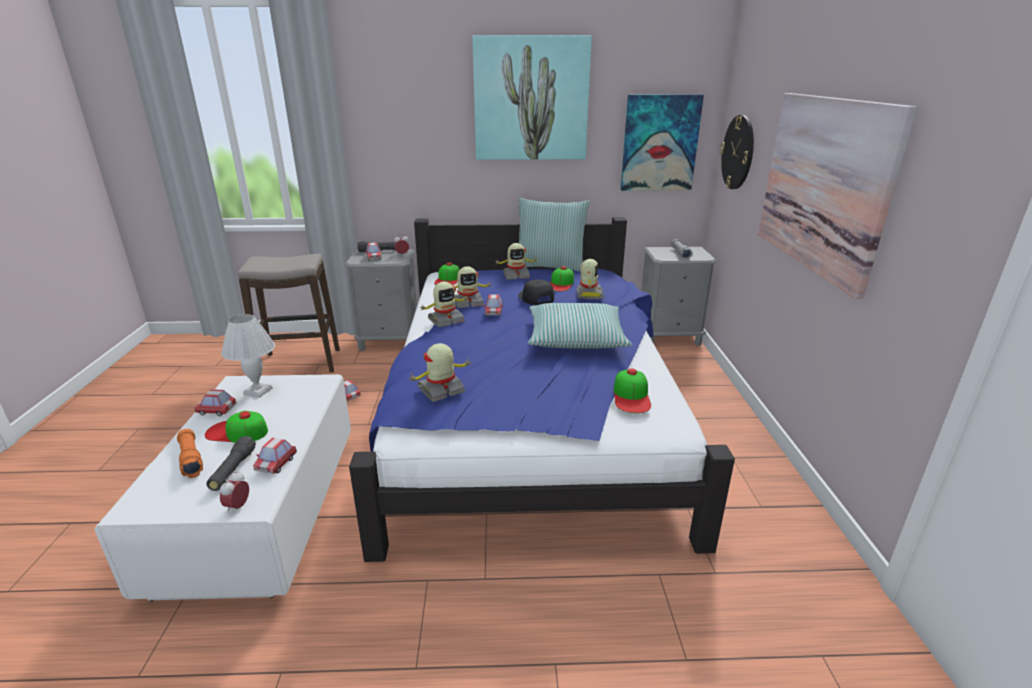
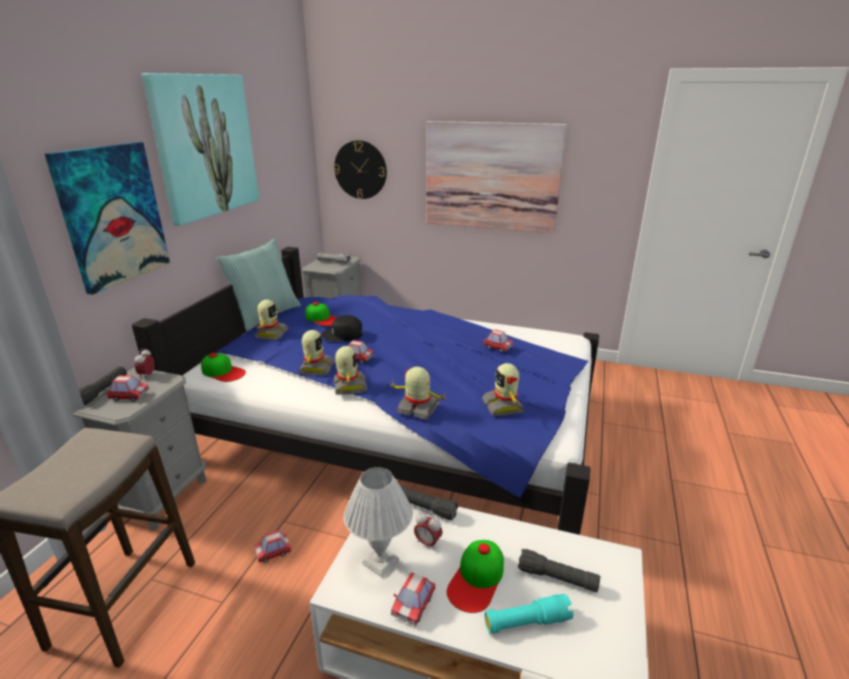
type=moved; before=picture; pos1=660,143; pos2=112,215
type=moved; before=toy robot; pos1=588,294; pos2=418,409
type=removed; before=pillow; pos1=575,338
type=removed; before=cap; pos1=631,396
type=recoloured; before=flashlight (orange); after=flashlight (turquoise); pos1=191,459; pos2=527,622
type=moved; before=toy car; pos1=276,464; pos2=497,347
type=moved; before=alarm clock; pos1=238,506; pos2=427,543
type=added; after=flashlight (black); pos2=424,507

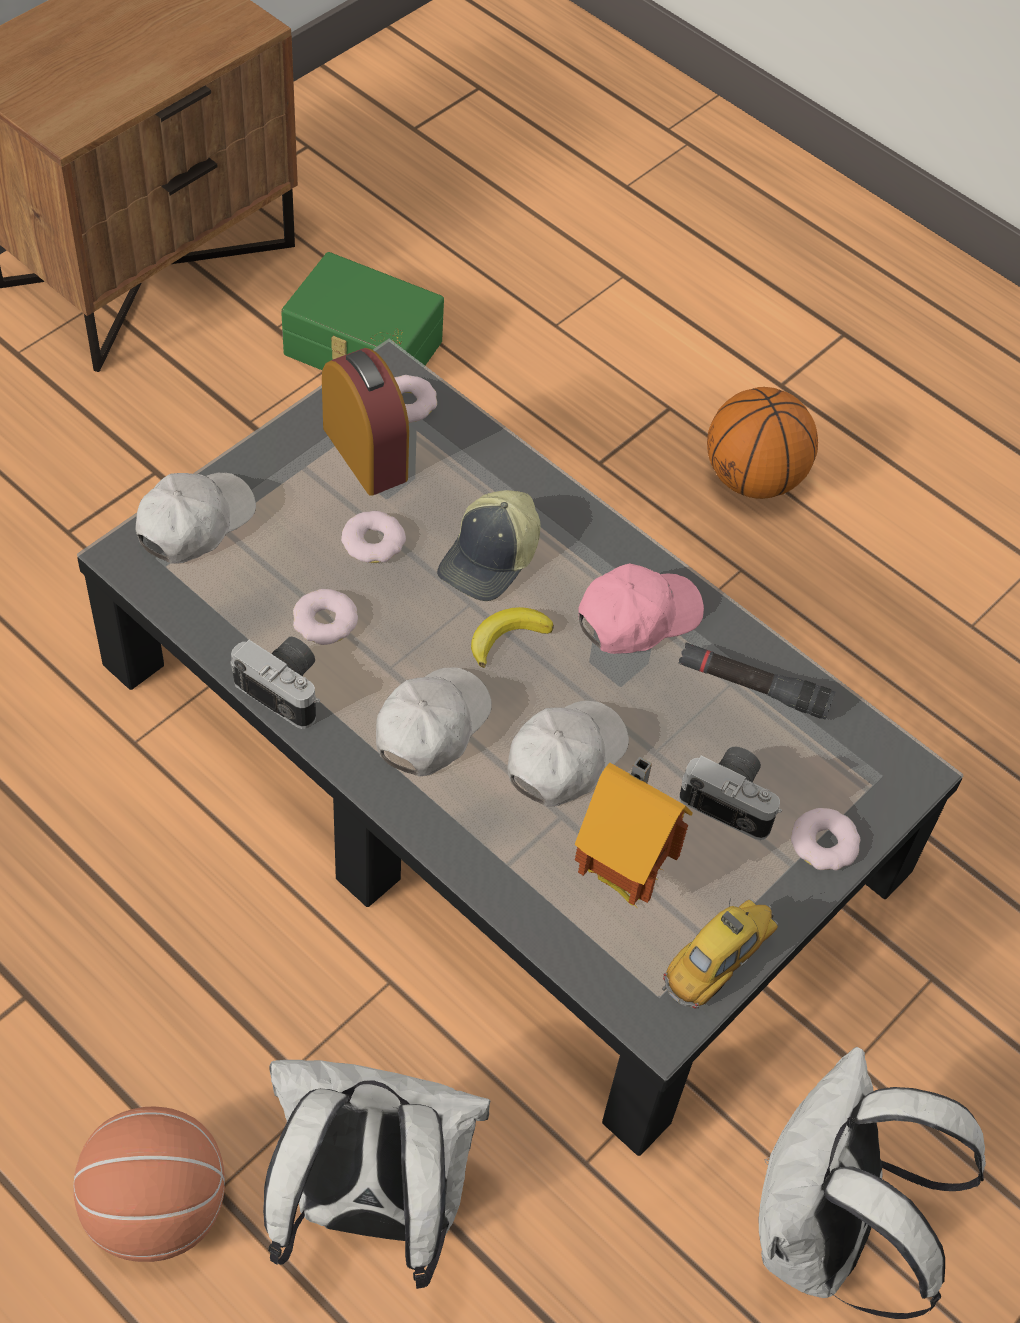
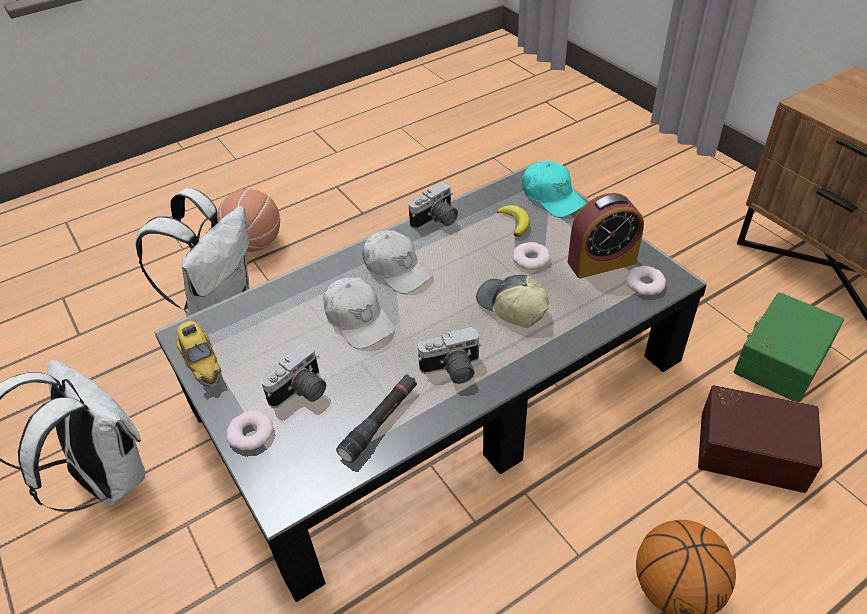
type=recoloured; before=cap (white); after=cap (turquoise); pos1=194,523; pos2=552,197
type=replaced; before=cap (pink); after=photo camera; pos1=637,617; pos2=452,370
type=removed; before=donut; pos1=325,622
type=moved; before=banana; pos1=507,637; pos2=515,222
type=removed; before=toy house; pos1=624,873
type=added; after=storage box (brown); pos2=751,448

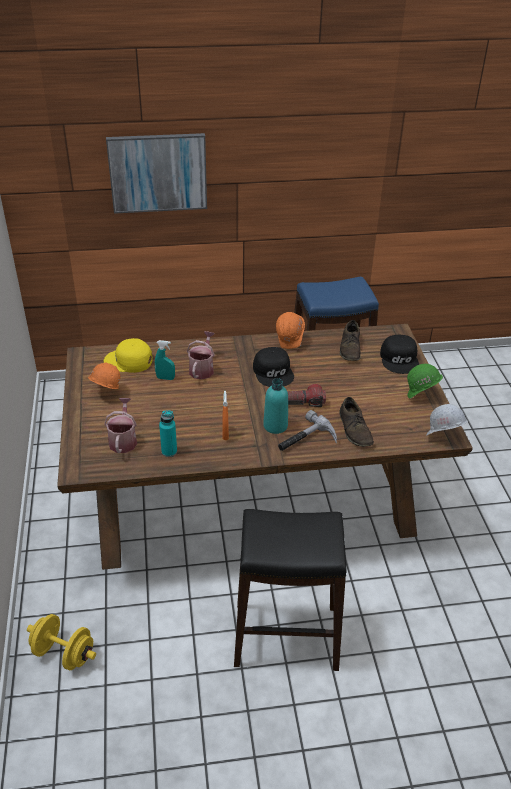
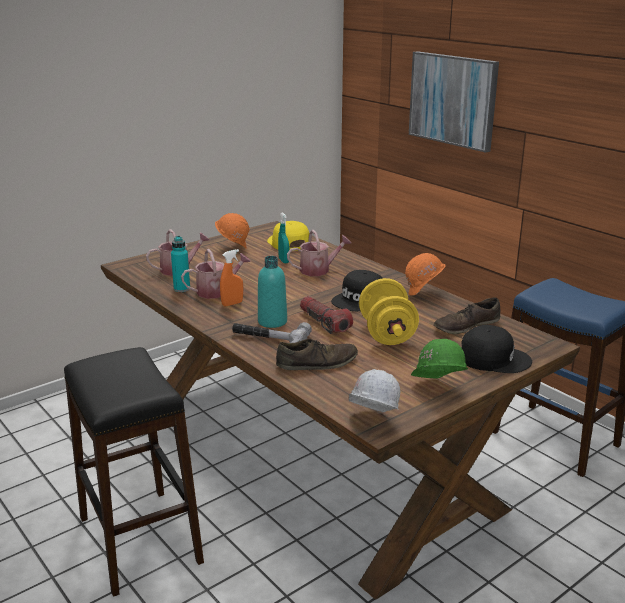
type=turned; before=cap (black); pos1=400,359; pos2=493,358; turn=-135
type=turned; before=shoe (brown); pos1=355,429; pos2=317,363; turn=-150
type=moved; before=dumbbell (yellow); pos1=64,653; pos2=387,333
type=added; after=watering can; pos2=217,291

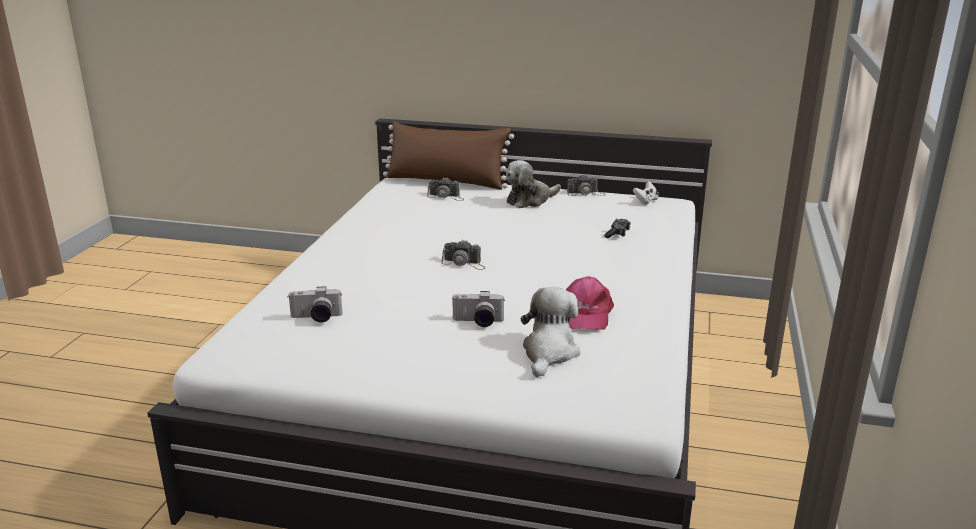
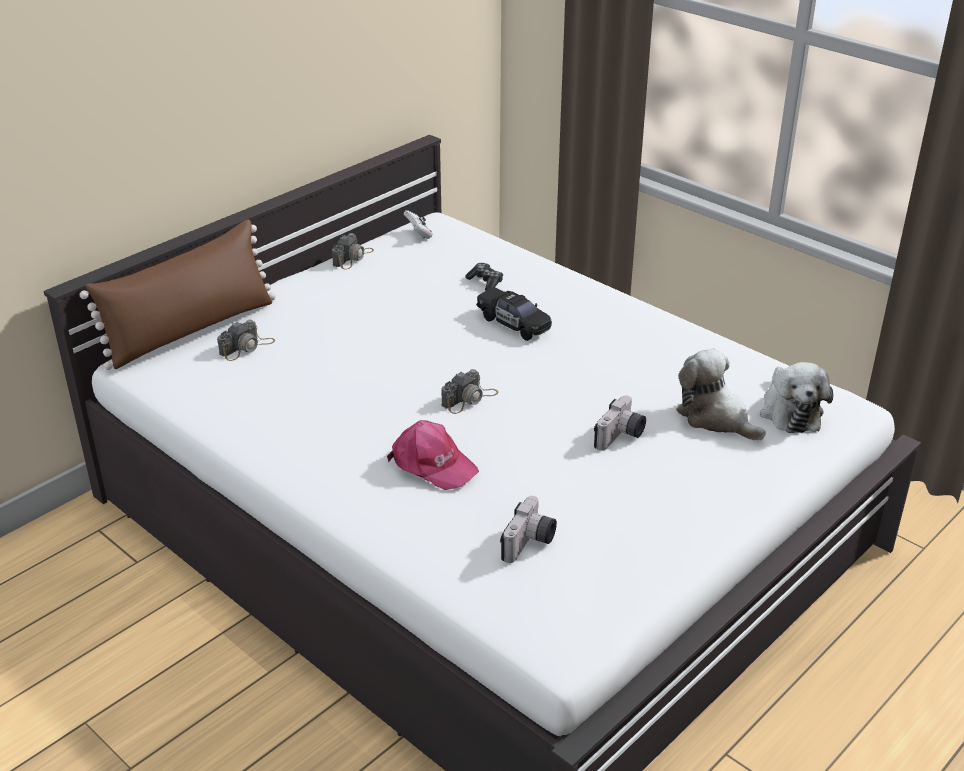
type=moved; before=plush toy; pos1=530,200; pos2=790,411
type=moved; before=cap (pink); pos1=585,313; pos2=432,464
type=added; after=toy car (black); pos2=514,323

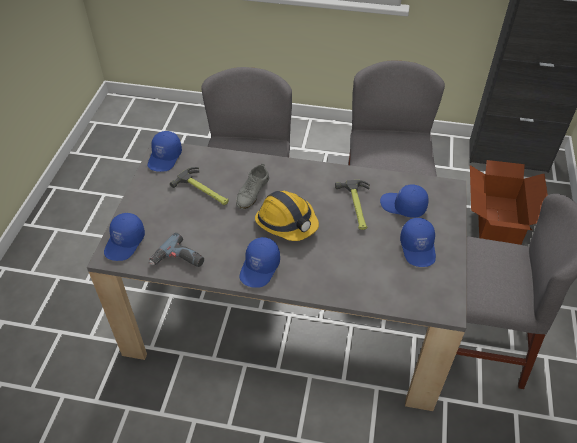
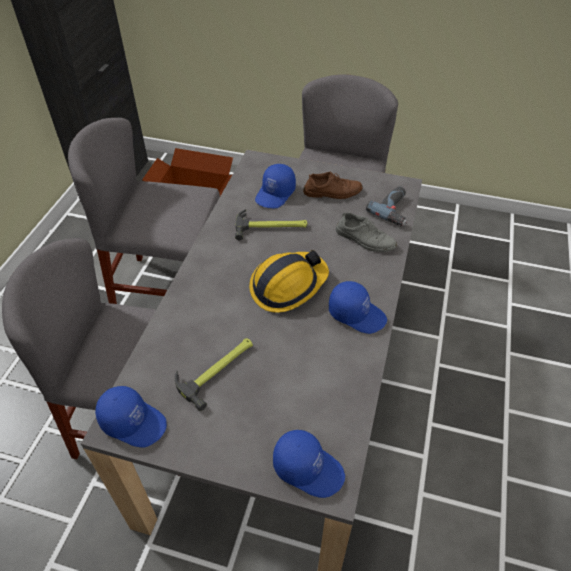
type=moved; before=shoe (grey); pos1=252,192; pos2=365,239
type=replaced; before=cap (blue); after=shoe (brown); pos1=418,248; pos2=332,192
type=moved; before=power drill; pos1=178,261; pos2=395,210

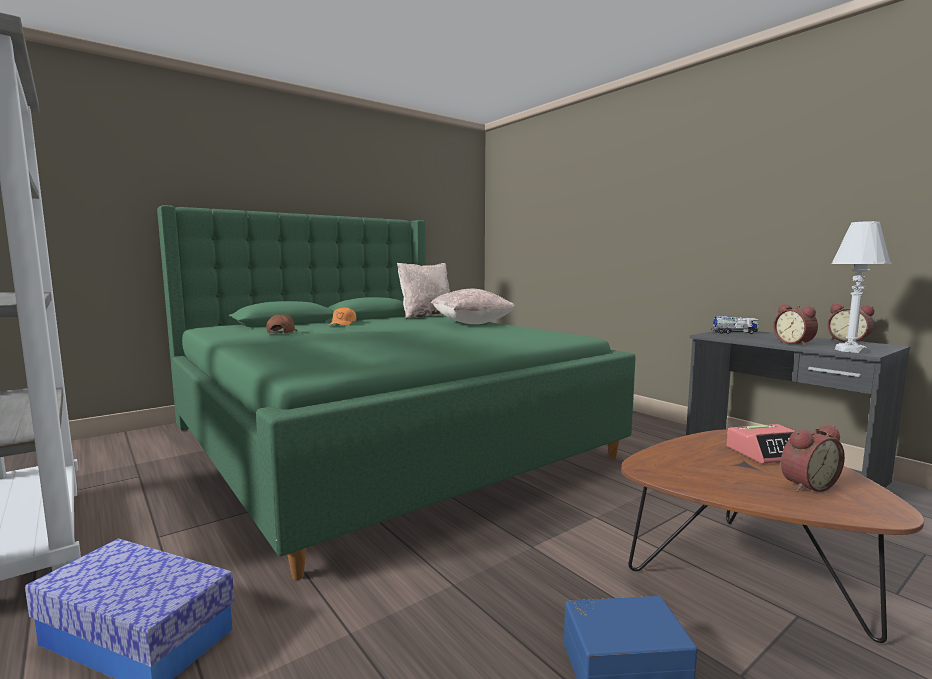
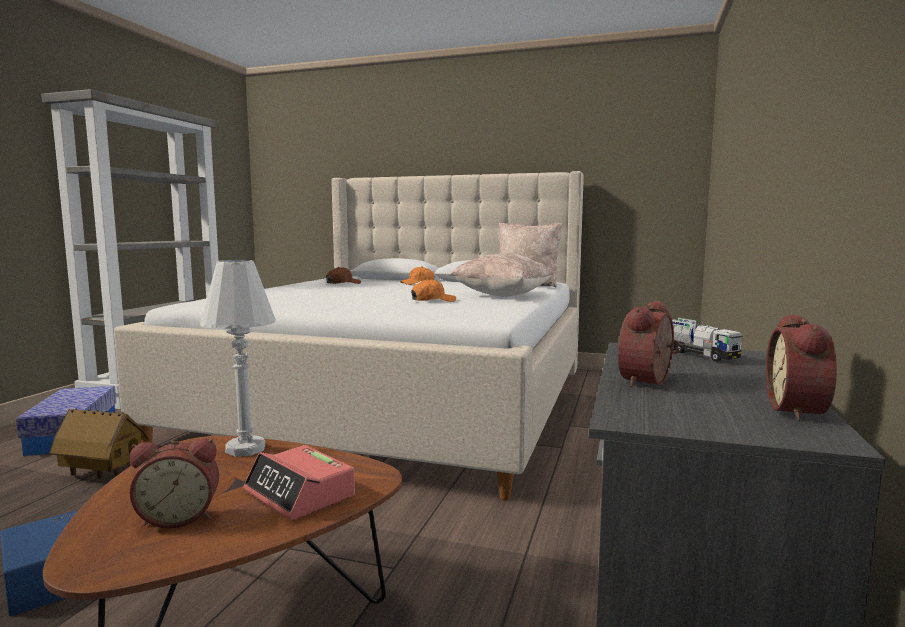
type=recoloured; before=bed (green); after=bed (beige); pos1=381,439; pos2=401,400
type=moved; before=table lamp (white); pos1=850,350; pos2=245,449
type=turned; before=alarm clock; pos1=806,485; pos2=180,517; turn=-45
type=added; after=cap (orange); pos2=433,300
type=added; after=toy house; pos2=104,474

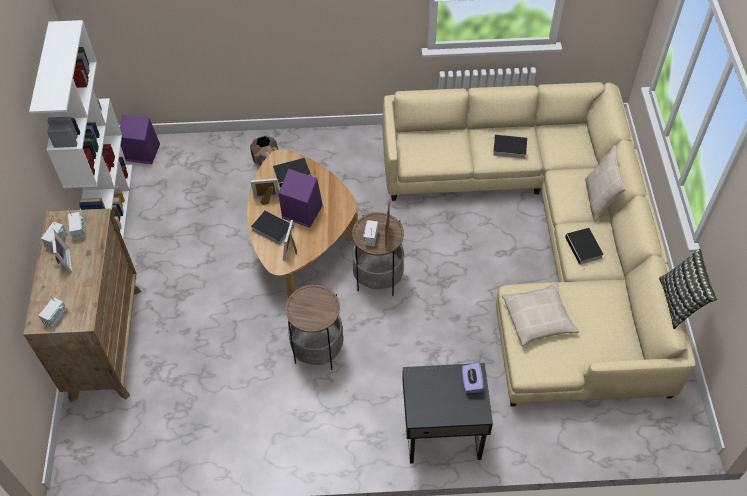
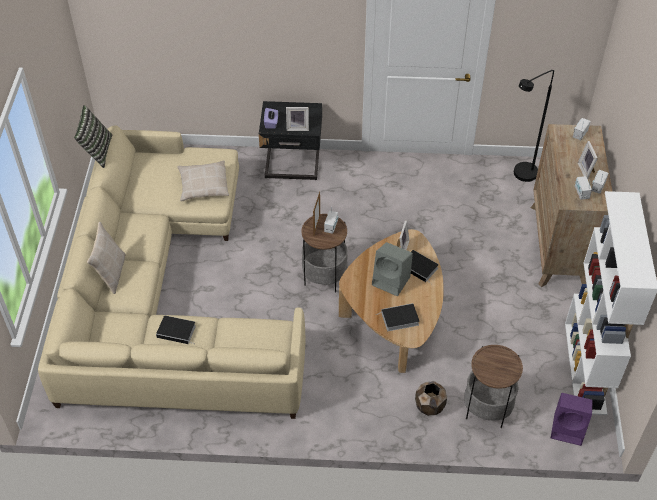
type=recoloured; before=speaker (purple); after=speaker (grey); pos1=301,211; pos2=392,281
type=moved; before=picture frame; pos1=267,200; pos2=297,127
type=removed; before=book; pos1=584,248
type=moved; before=side table; pos1=317,350; pos2=487,408
type=added; after=floor lamp (black); pos2=520,176

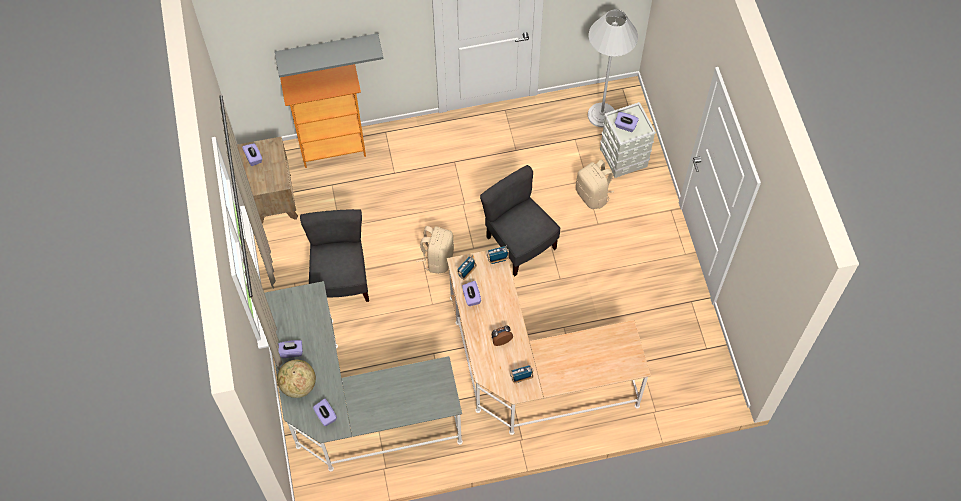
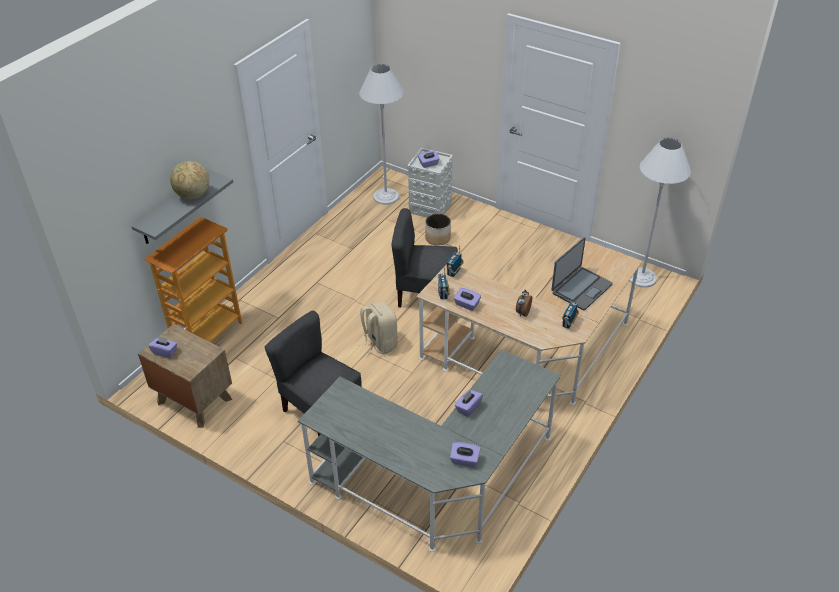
type=replaced; before=backpack (beige); after=planter; pos1=593,195; pos2=438,238
type=moved; before=tissue box (purple); pos1=291,351; pos2=468,407
type=moved; before=globe; pos1=298,385; pos2=193,195
type=added; after=floor lamp (white); pos2=642,278
type=added; after=laptop; pos2=581,288

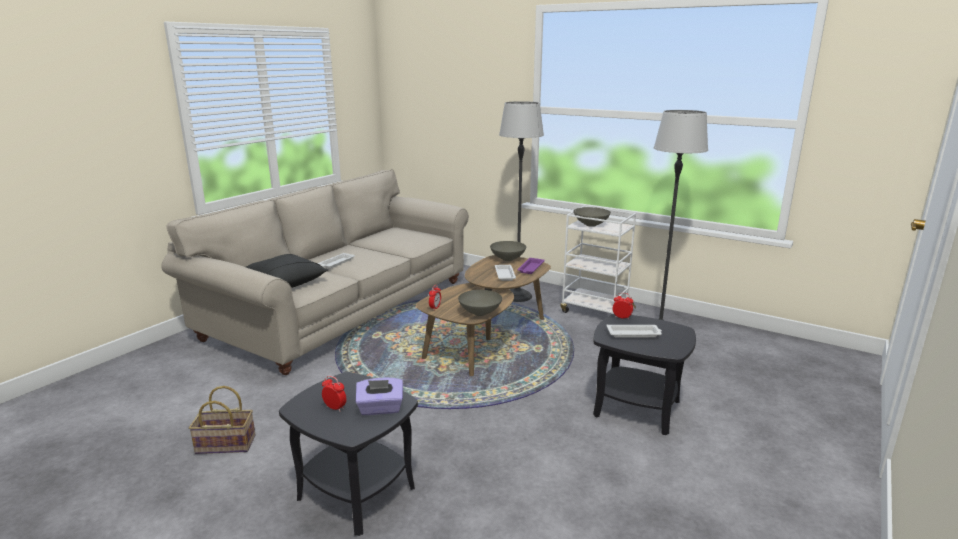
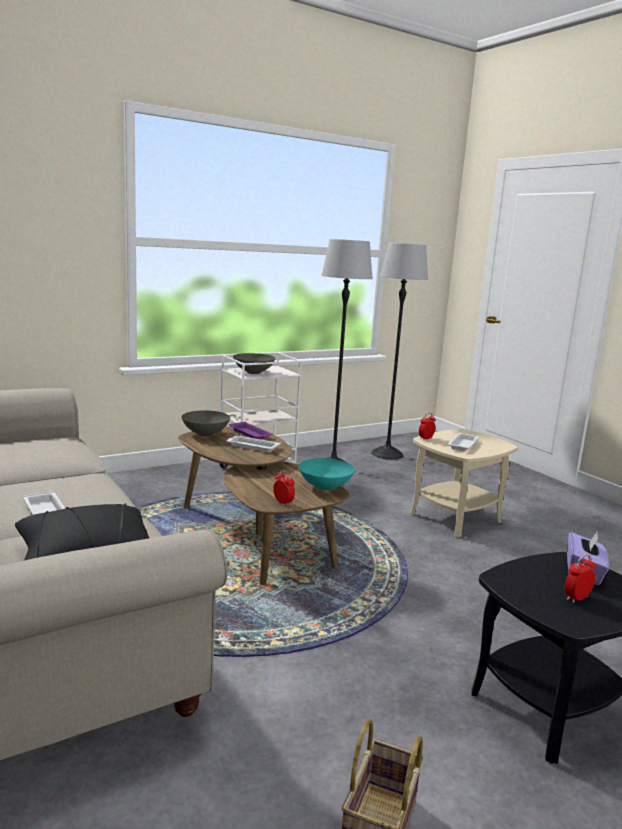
type=moved; before=floor lamp; pos1=517,296; pos2=387,454
type=recoloured; before=bowl (grey); after=bowl (turquoise); pos1=480,313; pos2=326,487
type=recoloured; before=side table (black); after=side table (beige); pos1=636,409; pos2=455,518

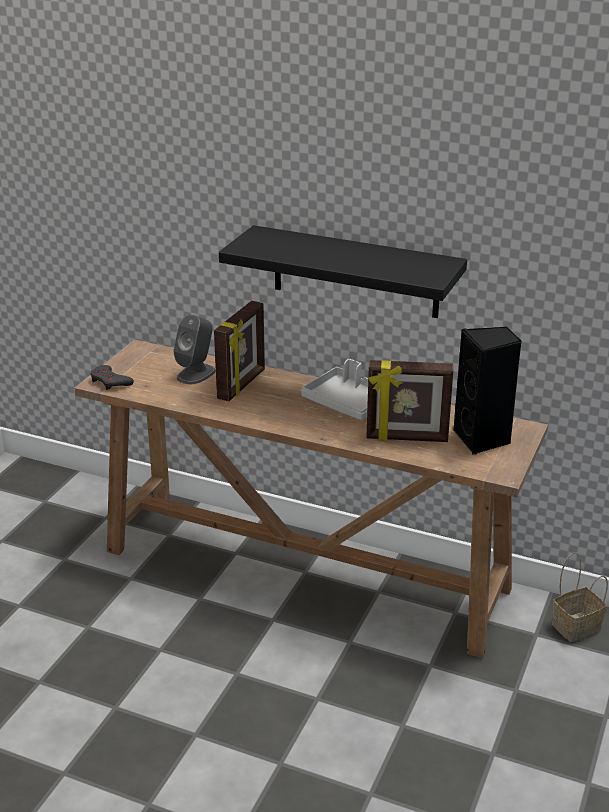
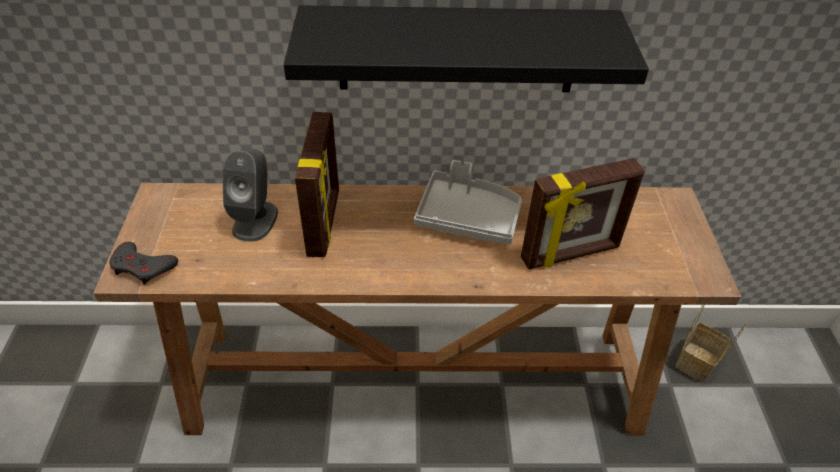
type=removed; before=speaker (black); pos1=483,439

